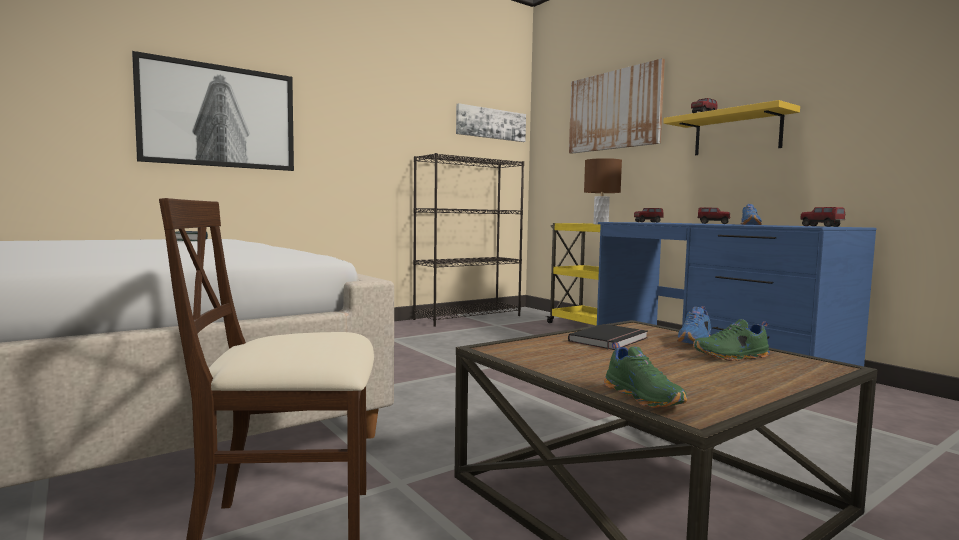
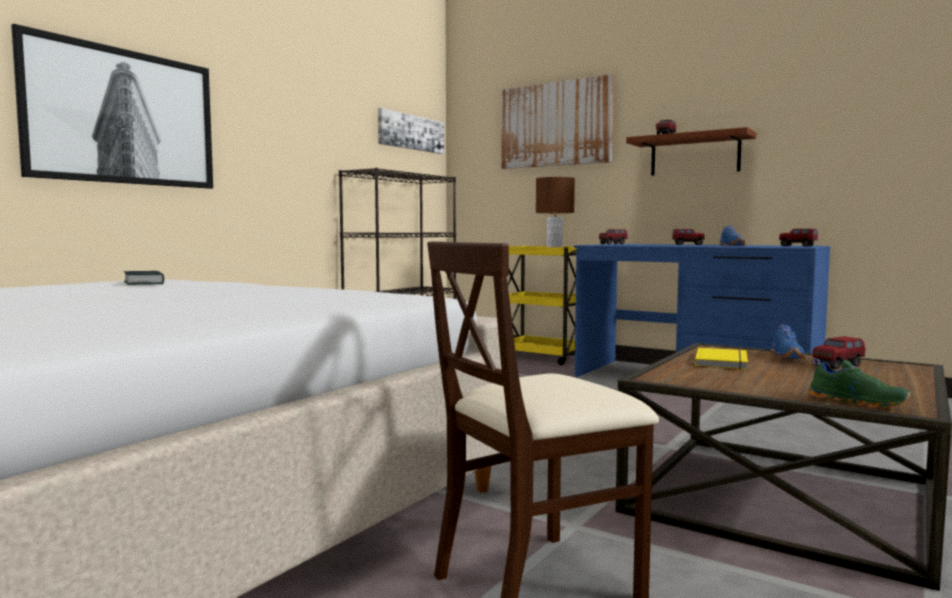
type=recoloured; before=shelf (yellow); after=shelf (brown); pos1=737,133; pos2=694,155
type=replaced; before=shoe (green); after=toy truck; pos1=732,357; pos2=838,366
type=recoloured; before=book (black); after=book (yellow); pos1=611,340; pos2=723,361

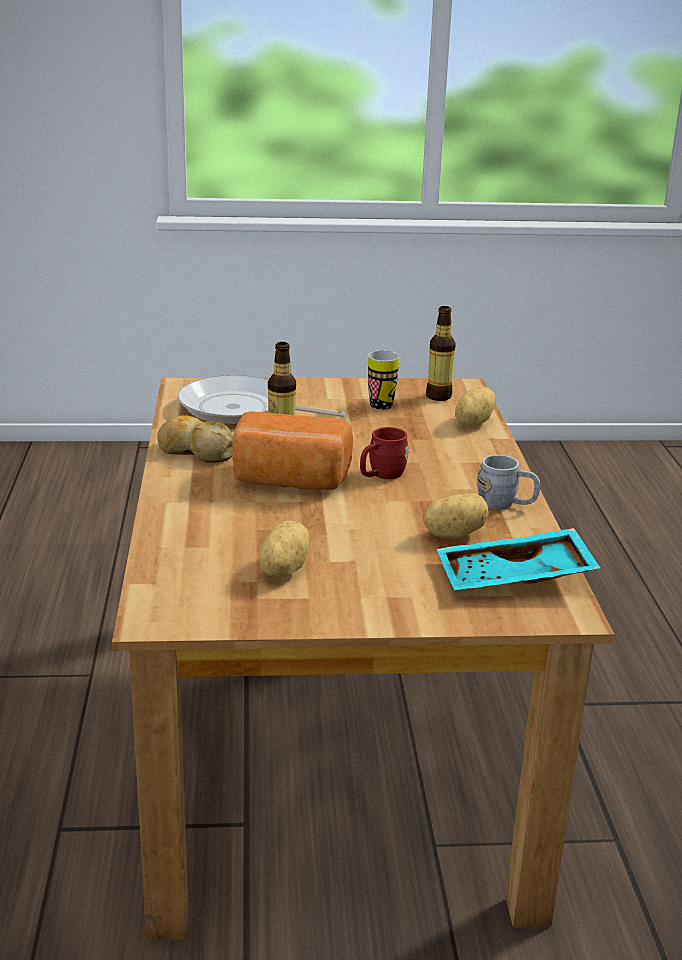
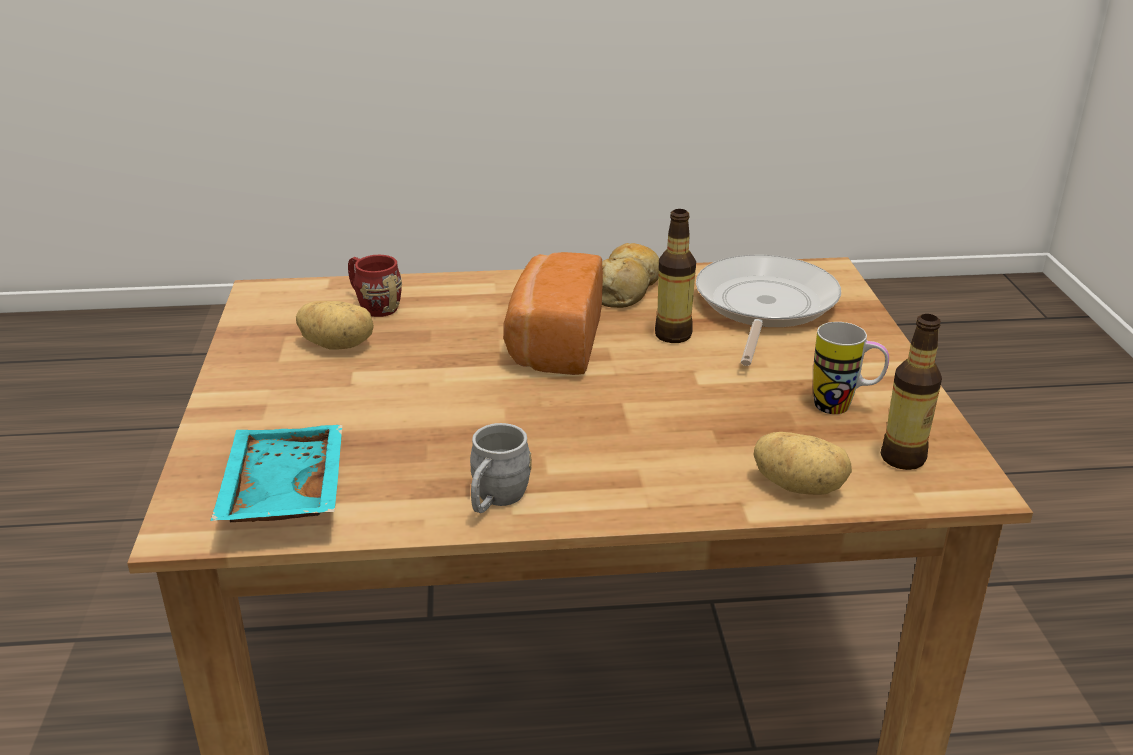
type=moved; before=mug (red); pos1=381,475; pos2=373,305
type=removed; before=potato; pos1=453,534

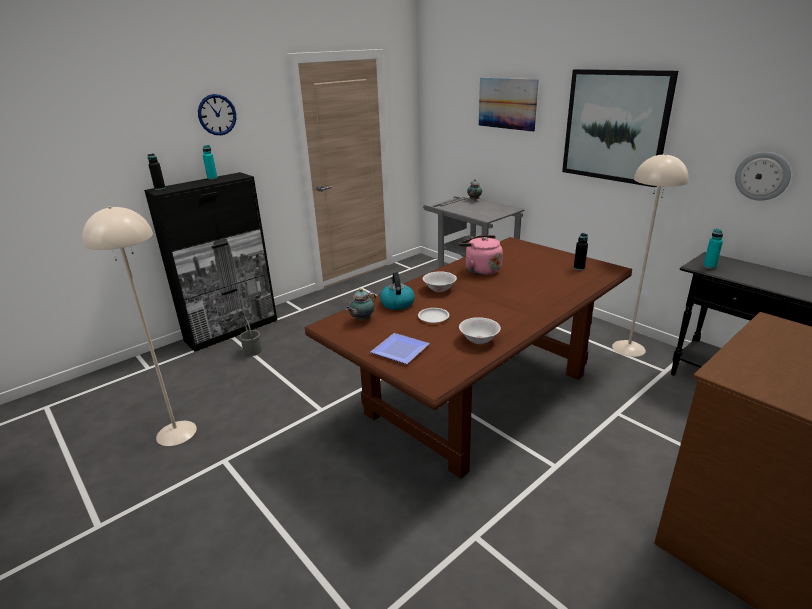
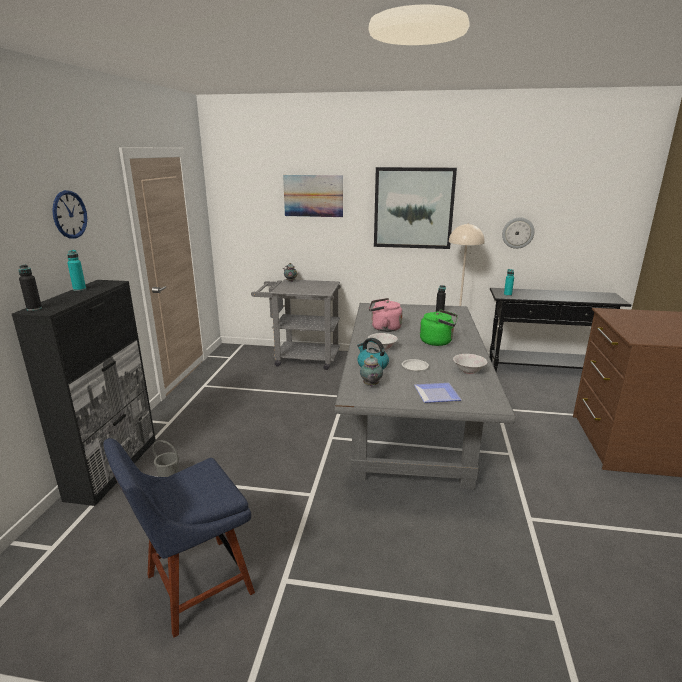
type=replaced; before=floor lamp (beige); after=chair (blue); pos1=176,432; pos2=194,587
type=recoloured; before=dining table (brown); after=dining table (grey); pos1=479,393; pos2=410,430
type=added; after=kettle (green); pos2=438,342

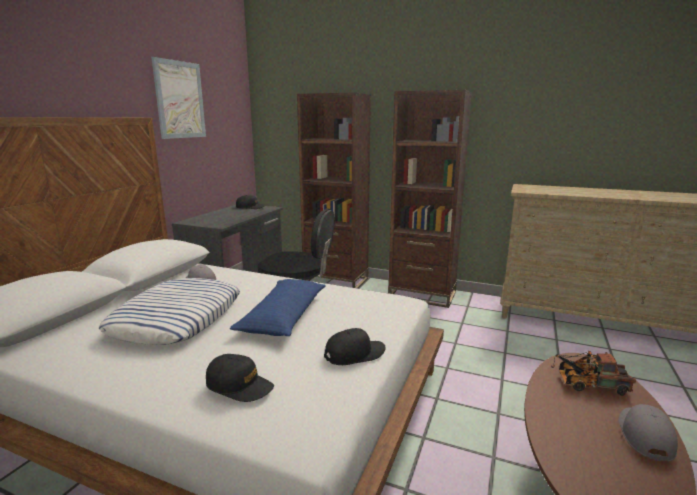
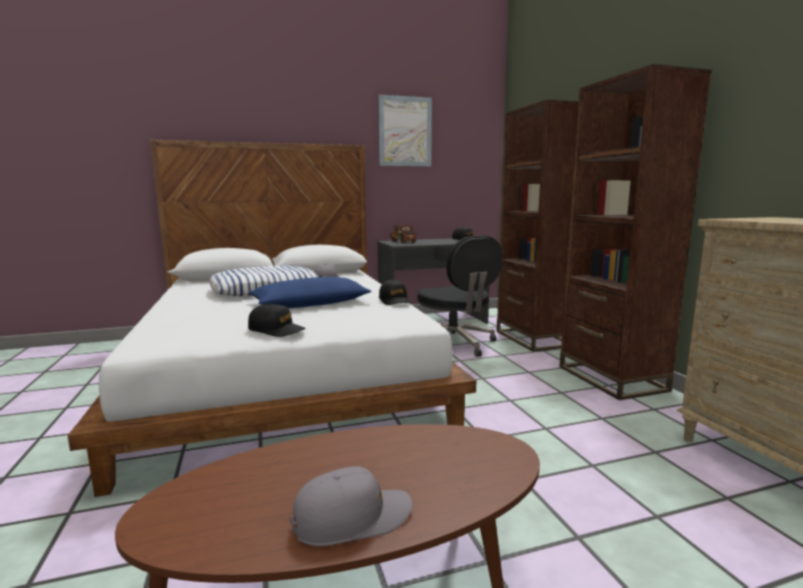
type=moved; before=toy truck; pos1=588,384; pos2=402,241
type=moved; before=cap (black); pos1=239,386; pos2=394,301

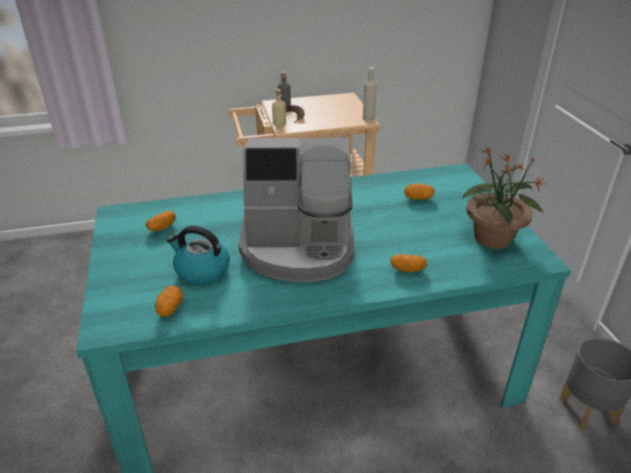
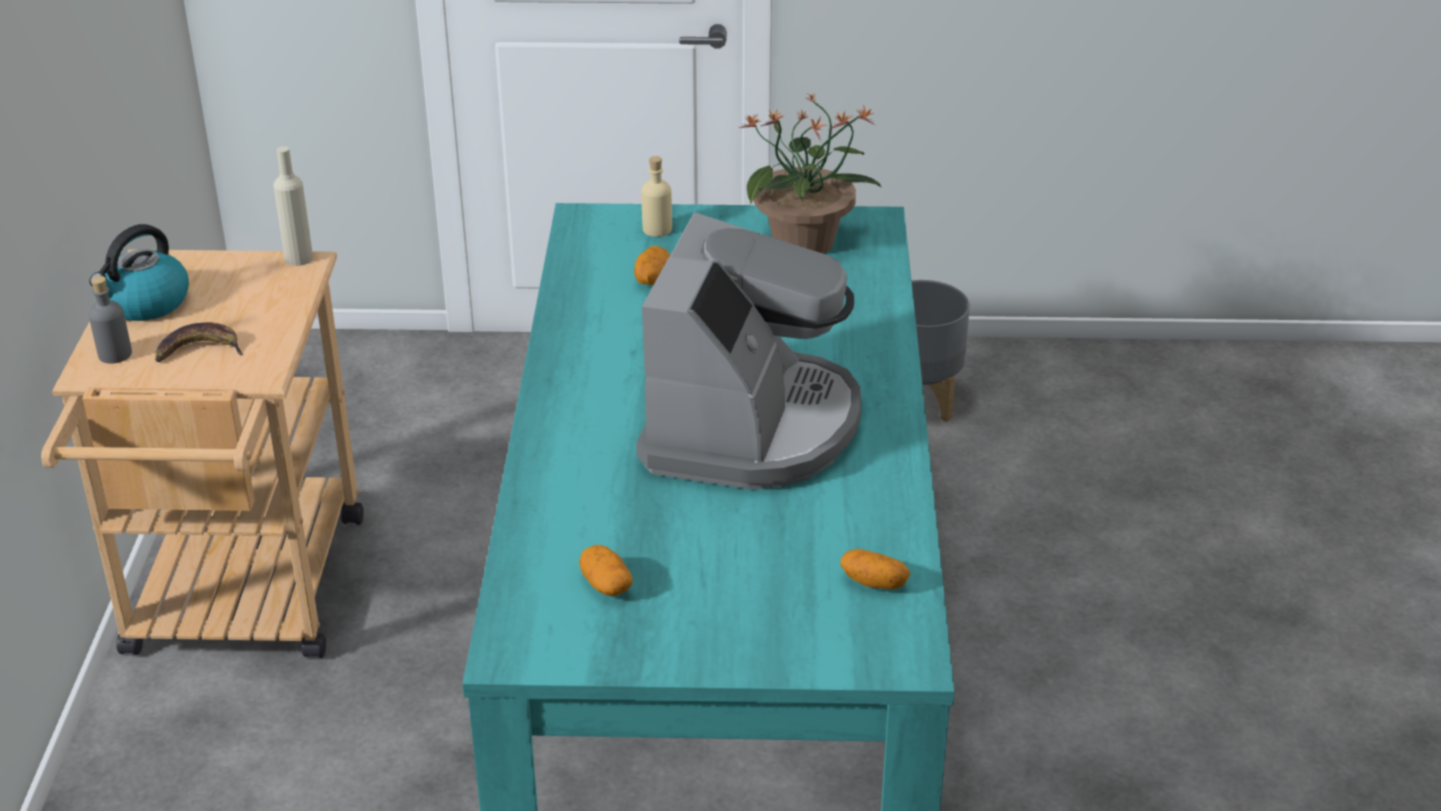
type=moved; before=bottle (beige); pos1=279,124; pos2=657,229
type=moved; before=kettle; pos1=201,271; pos2=145,303
type=removed; before=potato; pos1=407,269

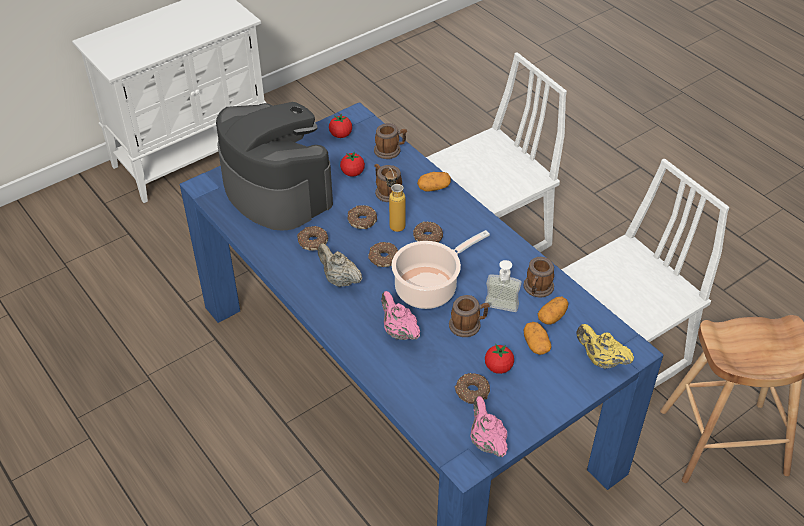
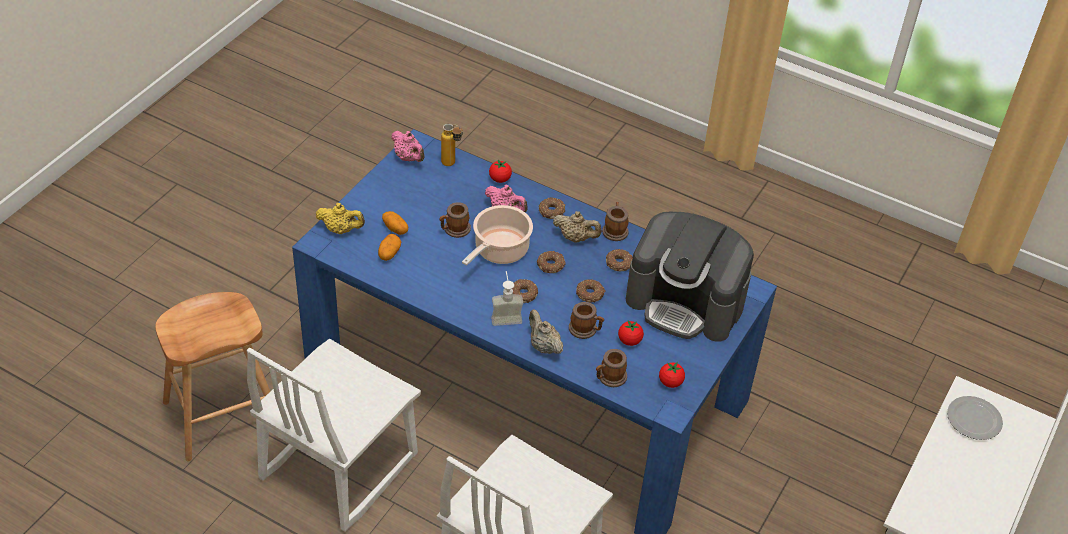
type=moved; before=bottle; pos1=394,222; pos2=452,165
type=replaced; before=potato; after=teapot (beige); pos1=434,188; pos2=543,346
type=moved; before=mug; pos1=537,289; pos2=615,230
type=moved; before=soap dispenser; pos1=500,310; pos2=506,316
type=moved; before=tomato; pos1=498,367; pos2=500,179
type=moved; before=donut; pos1=472,392; pos2=551,211
type=added; after=plate; pos2=974,420

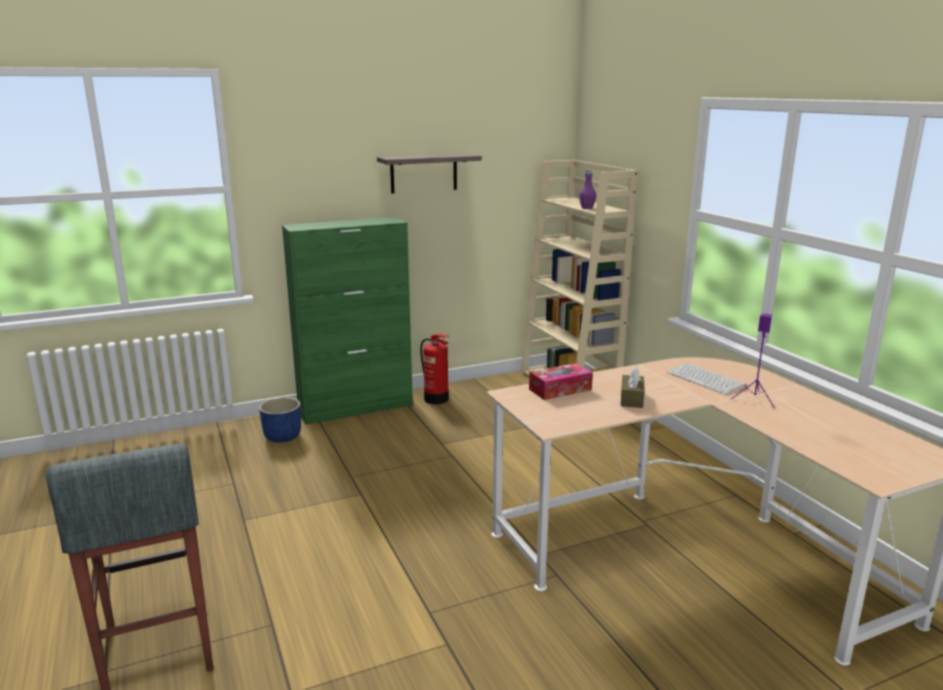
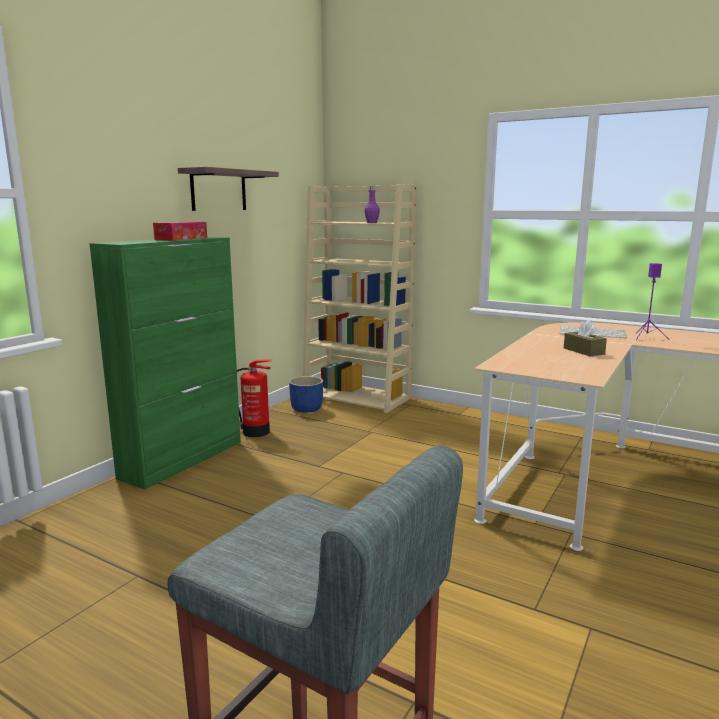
type=moved; before=tissue box; pos1=560,389; pos2=181,238
type=moved; before=planter (blue); pos1=283,436; pos2=307,409

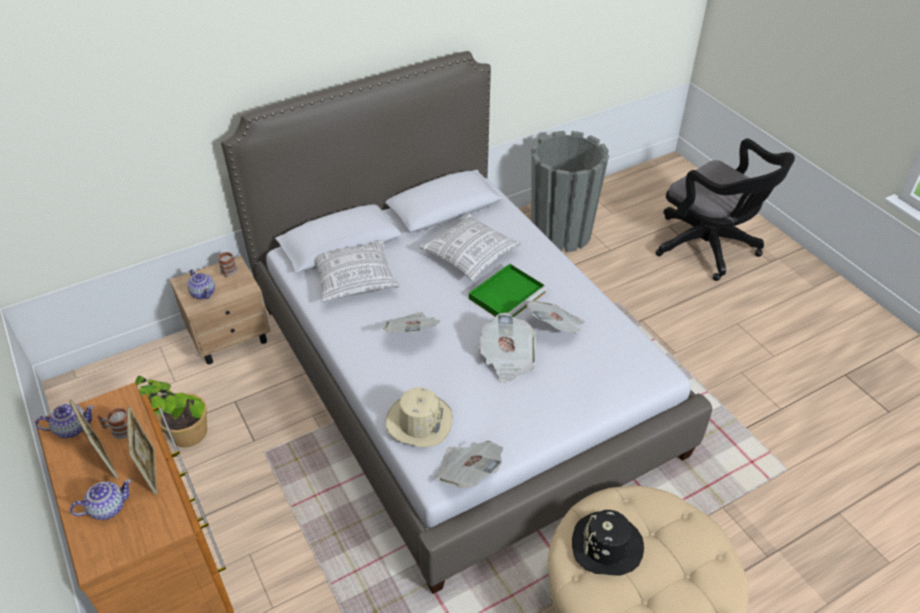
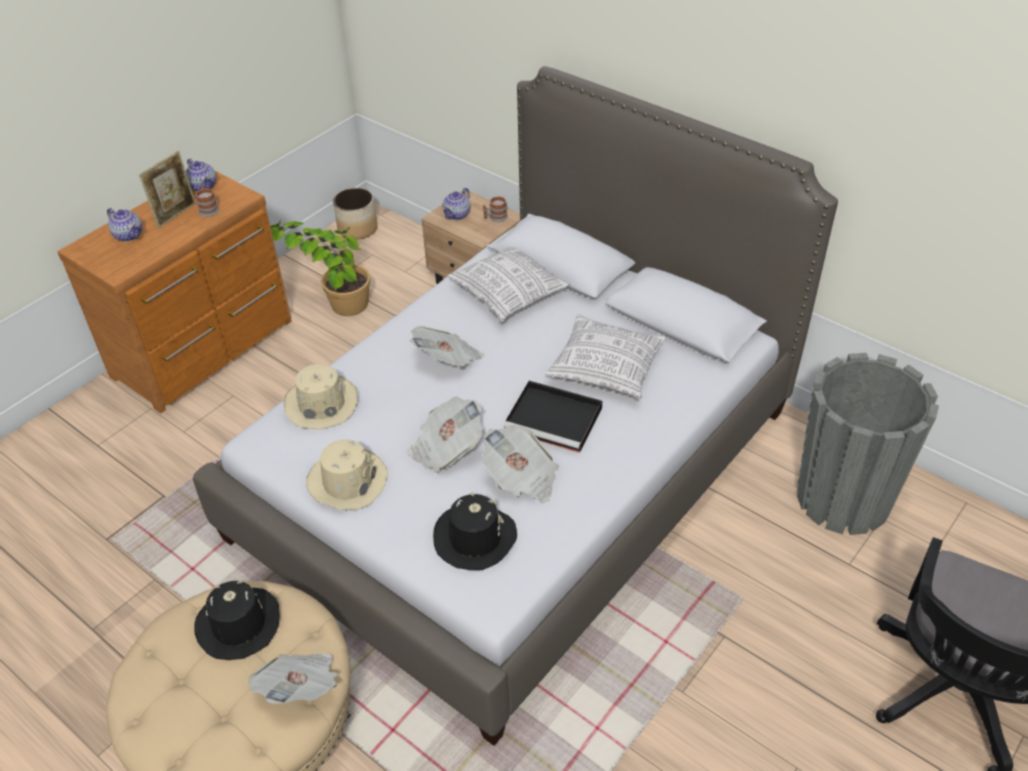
type=recoloured; before=tray (green); after=tray (black); pos1=508,294; pos2=555,419
type=removed; before=picture frame; pos1=151,471
type=moved; before=newspaper; pos1=468,473; pos2=301,688
type=added; after=planter; pos2=357,229
type=added; after=hat (beige); pos2=347,481
type=added; after=hat (black); pos2=474,538

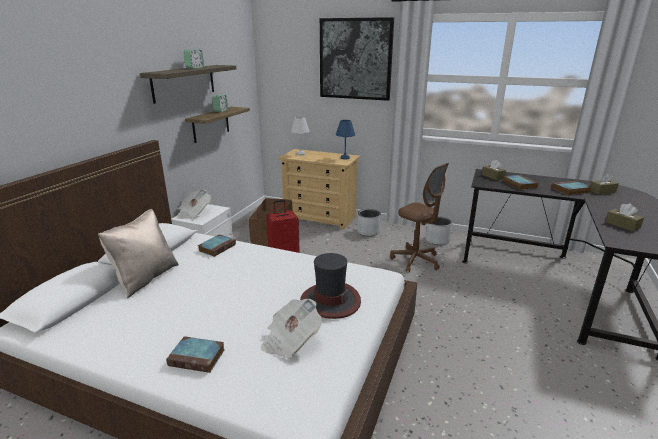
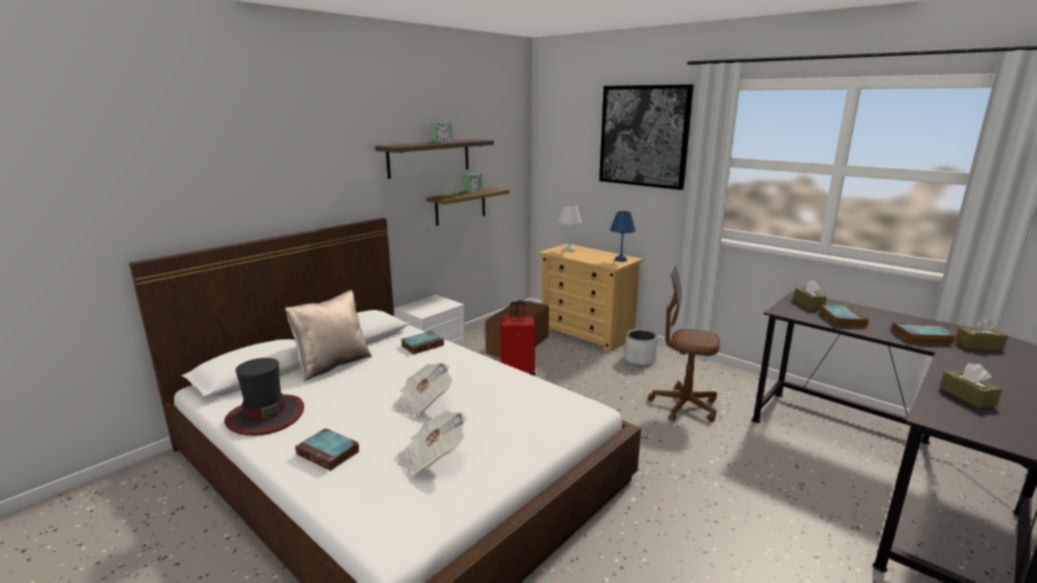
type=turned; before=office chair (brown); pos1=415,260; pos2=684,406; turn=135
type=moved; before=newspaper; pos1=194,213; pos2=422,403
type=removed; before=planter (grey); pos1=437,240
type=moved; before=hat; pos1=330,301; pos2=265,415

